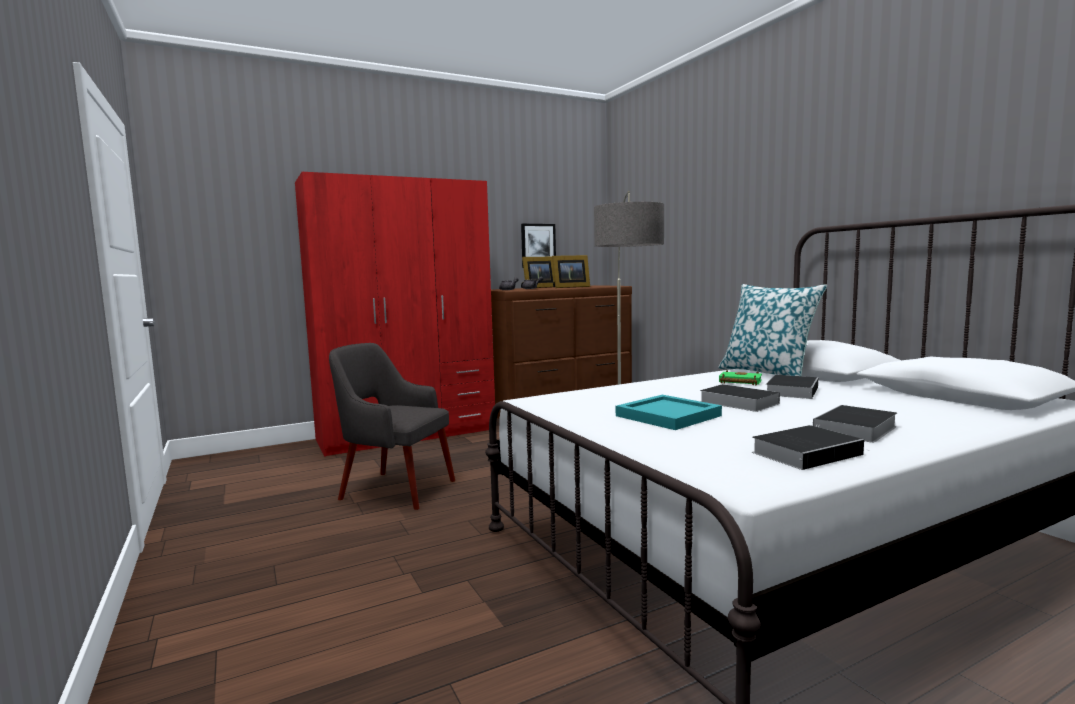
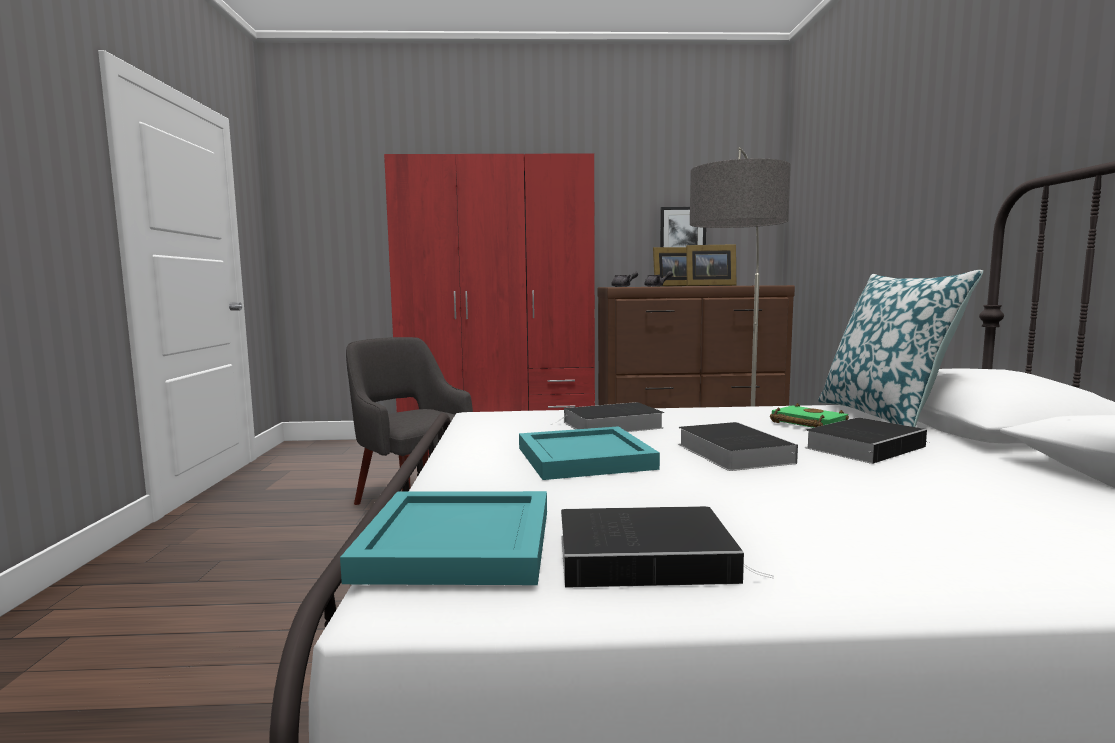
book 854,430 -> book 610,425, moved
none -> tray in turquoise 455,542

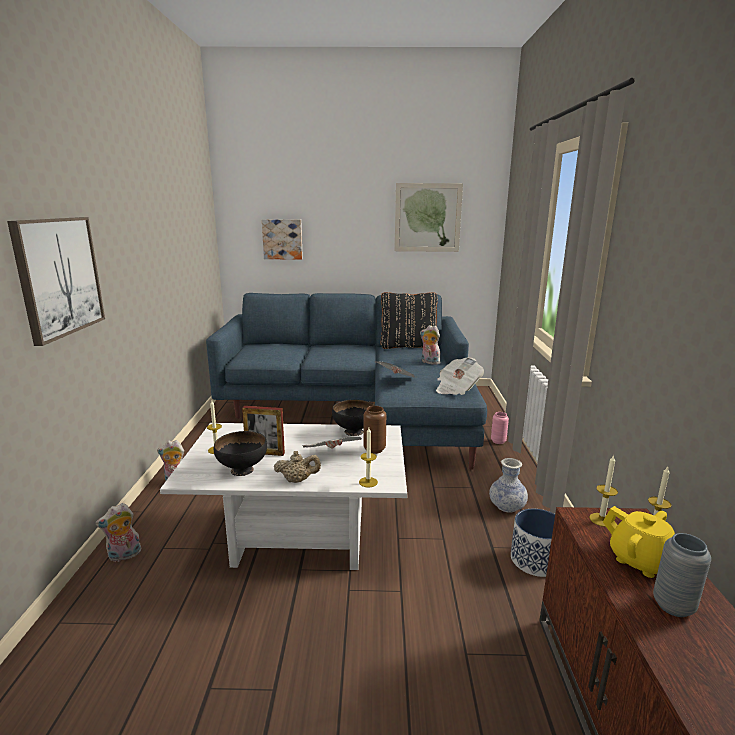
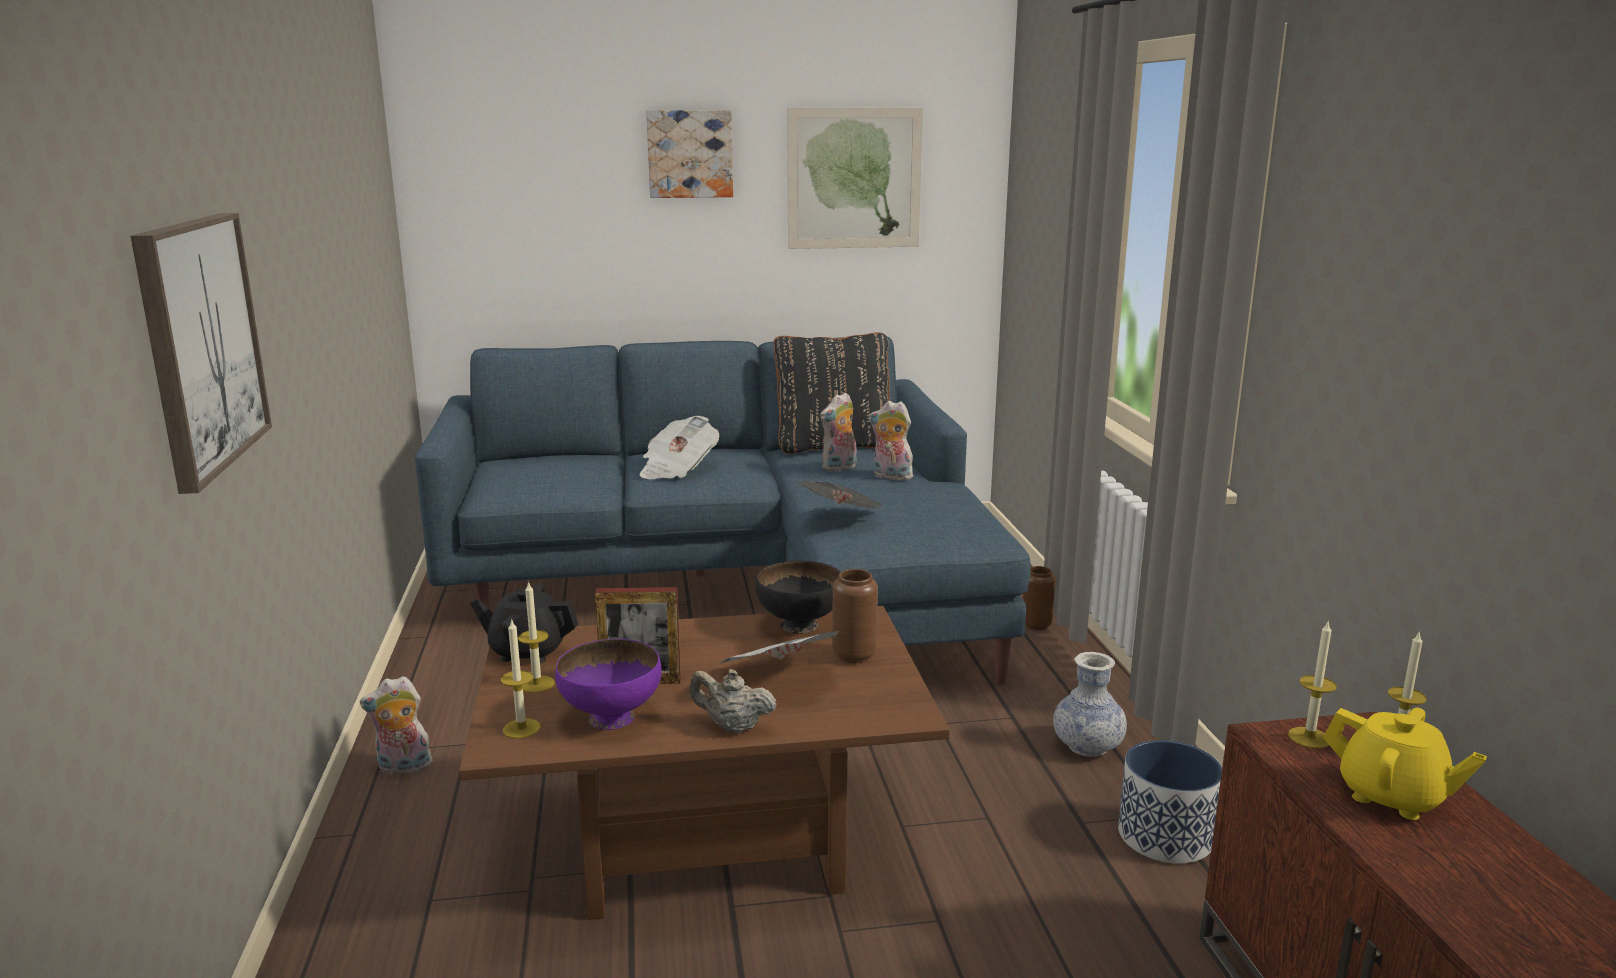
picture 282,239 -> picture 690,154, moved
newspaper 457,388 -> newspaper 677,470, moved
vase in pink 498,441 -> vase in brown 1036,625
coffee table in white 299,537 -> coffee table in brown 707,846
candle 368,482 -> candle 521,728, moved
bowl in black 243,470 -> bowl in purple 612,717
teapot in beige 298,480 -> teapot in beige 732,726, 150 degrees counterclockwise
plush toy 124,556 -> plush toy 839,468, moved
vase in grey 673,606 -> none
none -> teapot in black 528,652

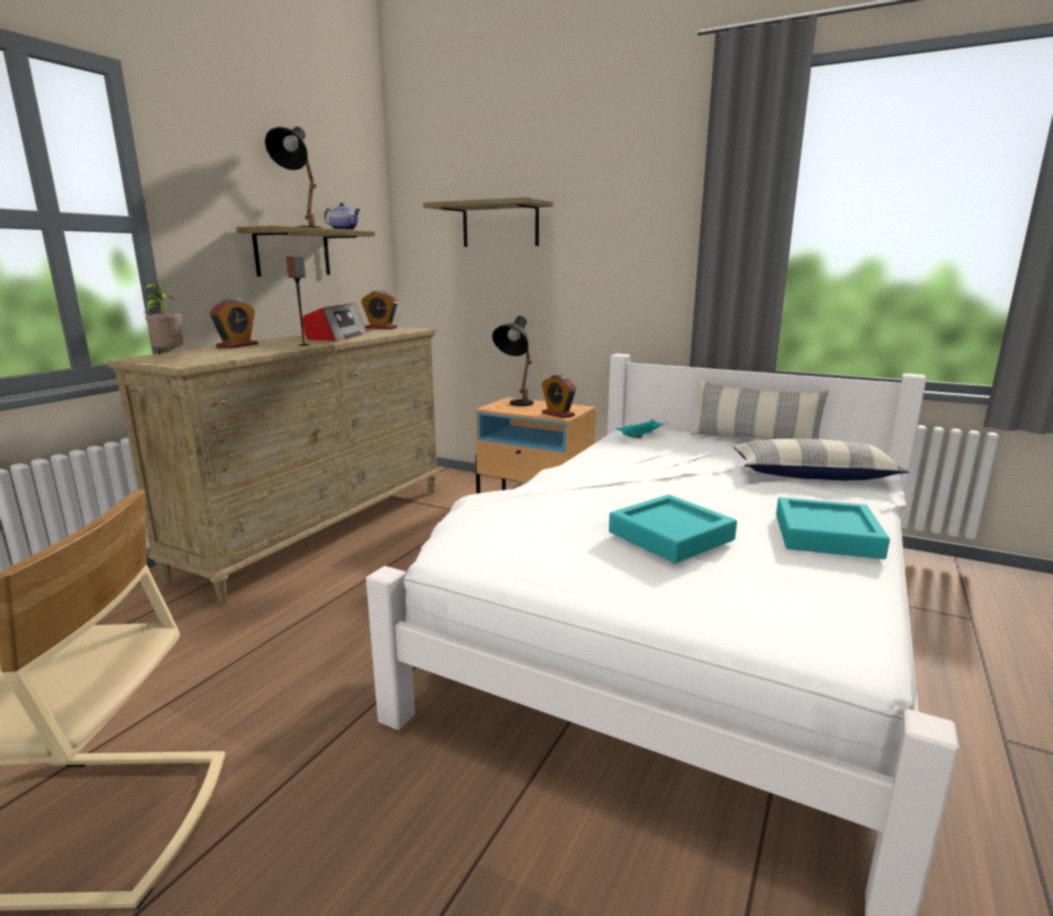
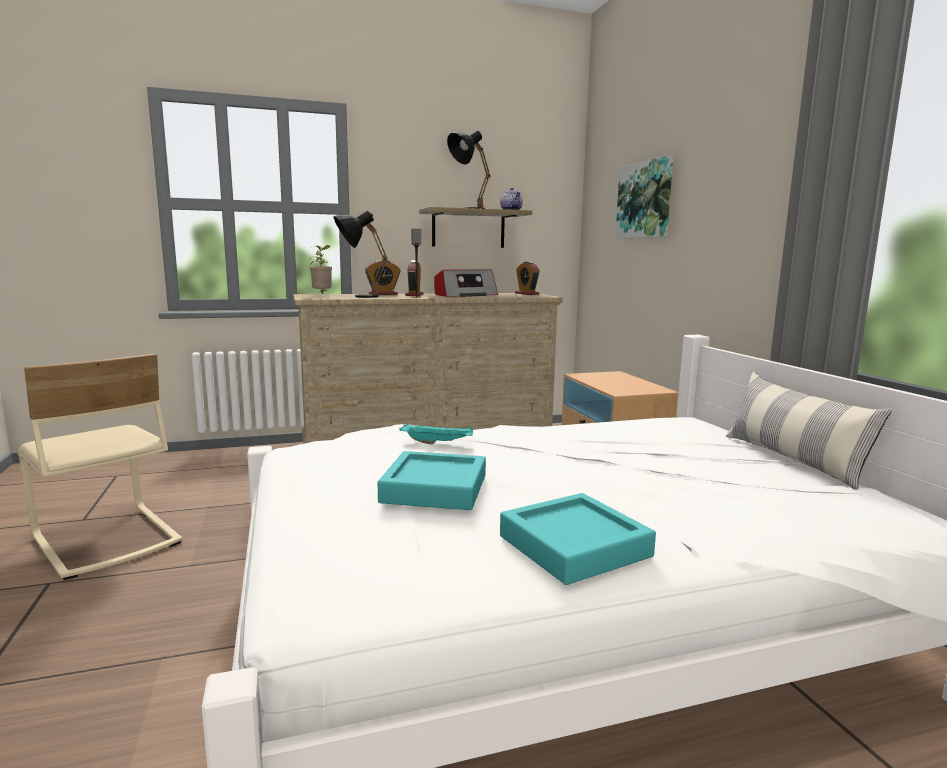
shelf 500,225 -> picture 645,200
table lamp in black 516,405 -> table lamp in black 357,296, moved
alarm clock 558,414 -> alarm clock 414,295, moved
tray in turquoise 640,436 -> tray in turquoise 438,443, moved
pillow 812,475 -> none

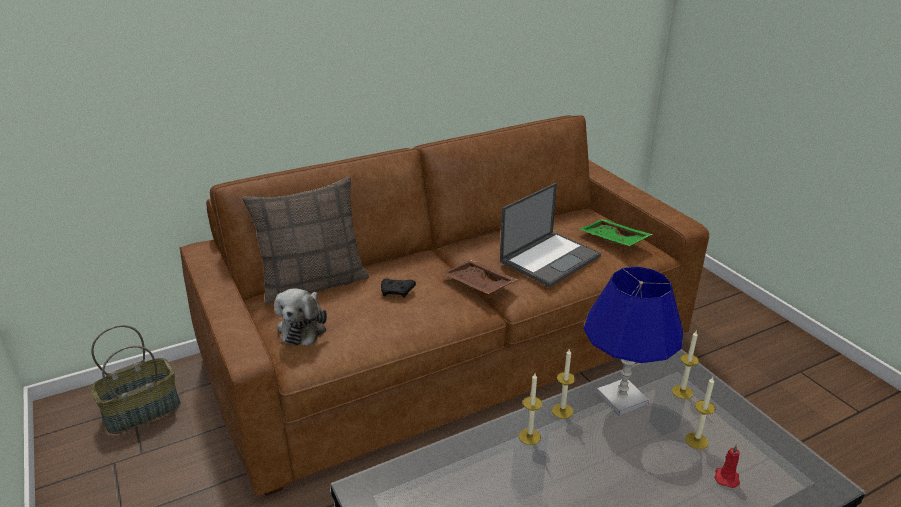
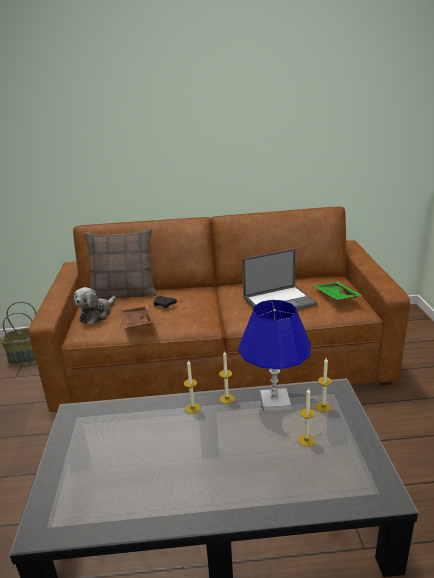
tray in brown 477,285 -> tray in brown 136,323, moved
candle in red 726,477 -> none

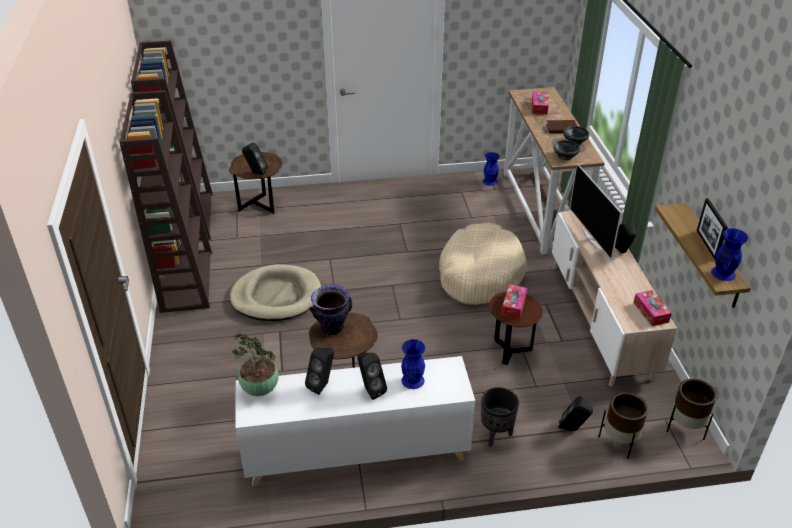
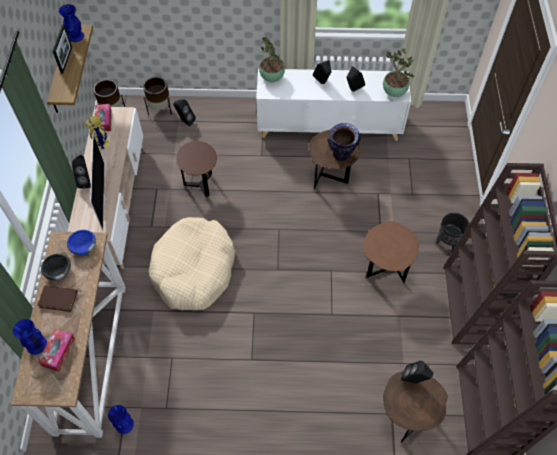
bowl in black 565,156 -> bowl in blue 84,247
dog bed in beige 276,296 -> side table in brown 384,271
tissue box 513,305 -> none
vase in blue 413,380 -> vase in blue 36,345, moved
planter in black 495,435 -> planter in black 447,243, moved
none -> potted plant 272,78
none -> vase in yellow 100,143

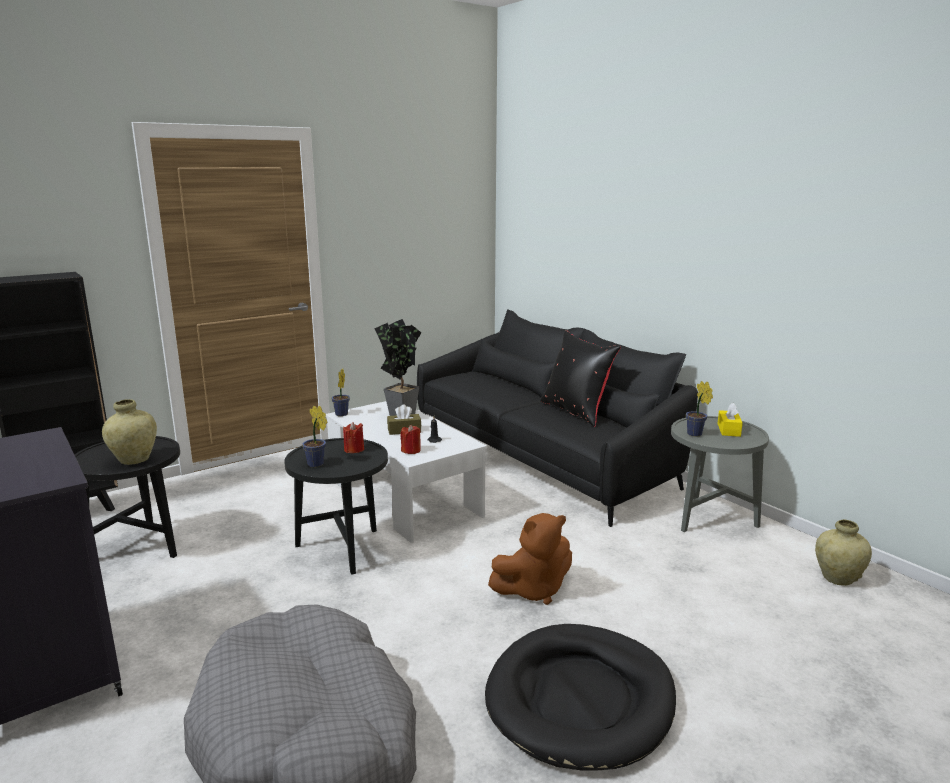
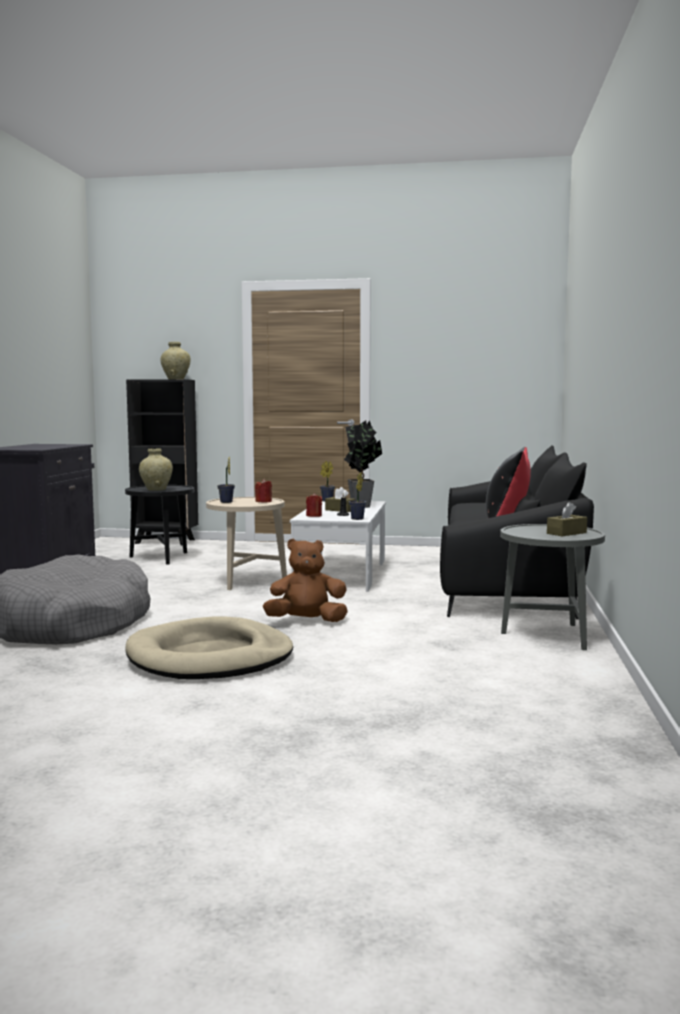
potted plant 696,434 -> potted plant 356,519, moved
tissue box in yellow 728,430 -> tissue box in brown 566,533
side table in black 342,551 -> side table in beige 246,582
plush toy in brown 533,590 -> plush toy in brown 306,621, 150 degrees clockwise
vase in beige 837,578 -> vase in beige 176,379, moved
dog bed in black 580,699 -> dog bed in beige 210,657

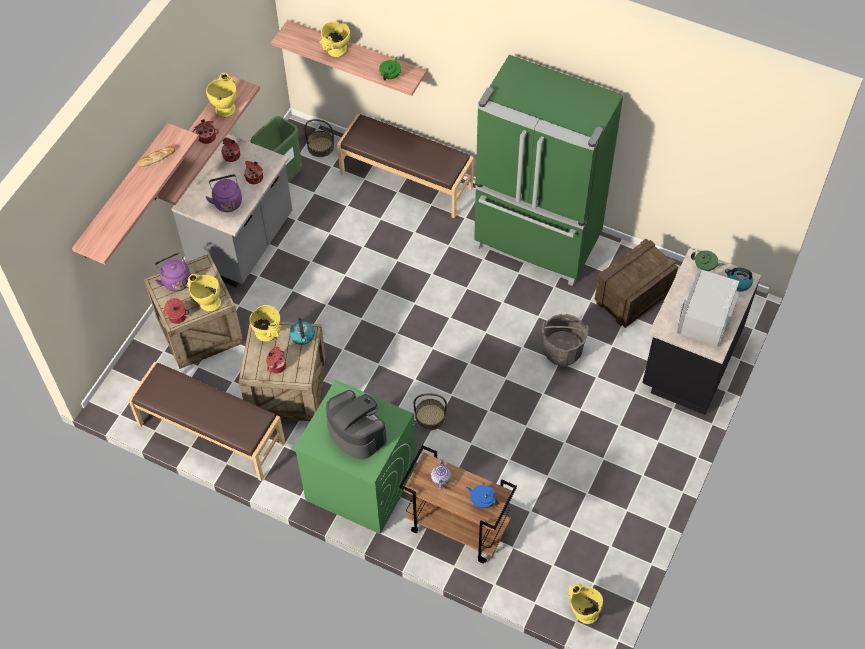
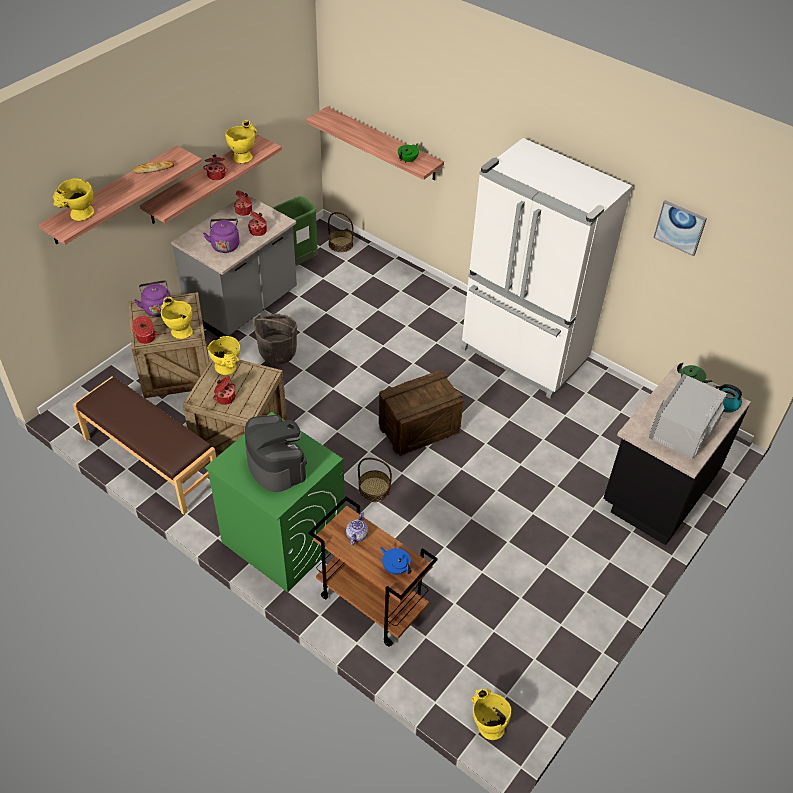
vase in yellow 336,52 -> vase in yellow 79,216, moved
fridge in green 537,243 -> fridge in white 523,355
bench in brown 406,180 -> none
crate 632,297 -> crate 418,429, moved
bucket in grey 562,350 -> bucket in grey 278,352, moved
kettle 302,336 -> none
none -> picture 680,227

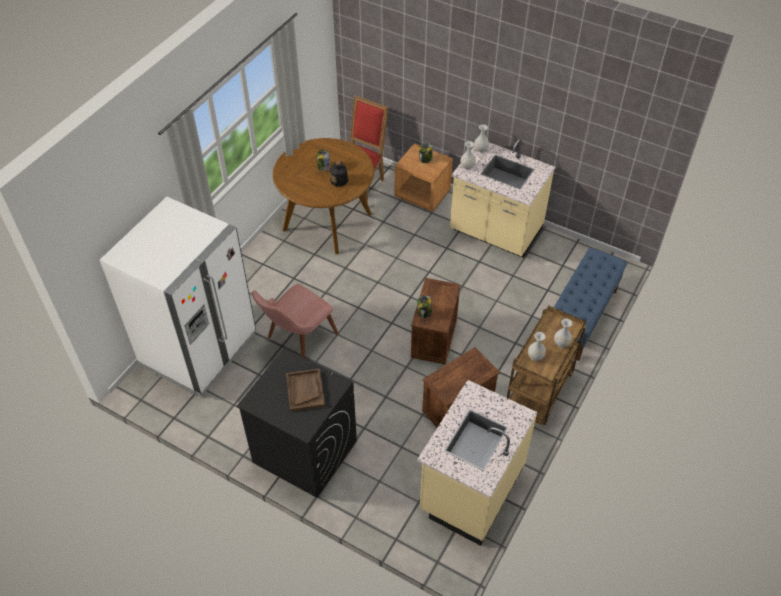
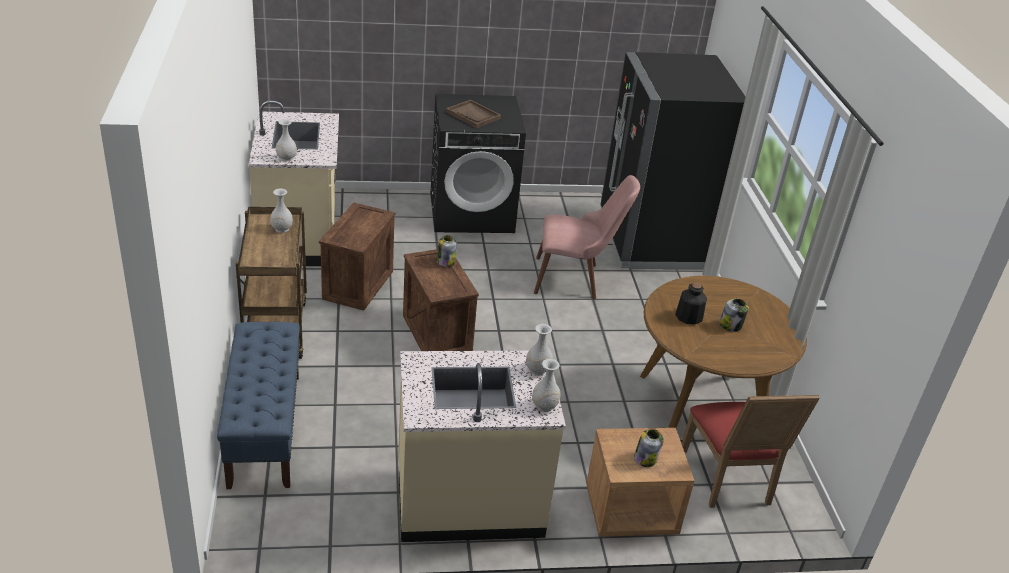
fridge in white 199,350 -> fridge in black 651,241
chair in pink 296,340 -> chair in pink 576,279, 90 degrees clockwise
vase in white 561,343 -> vase in white 286,158, moved

